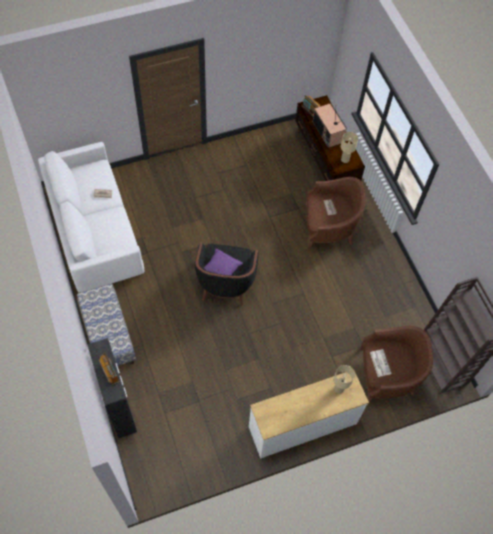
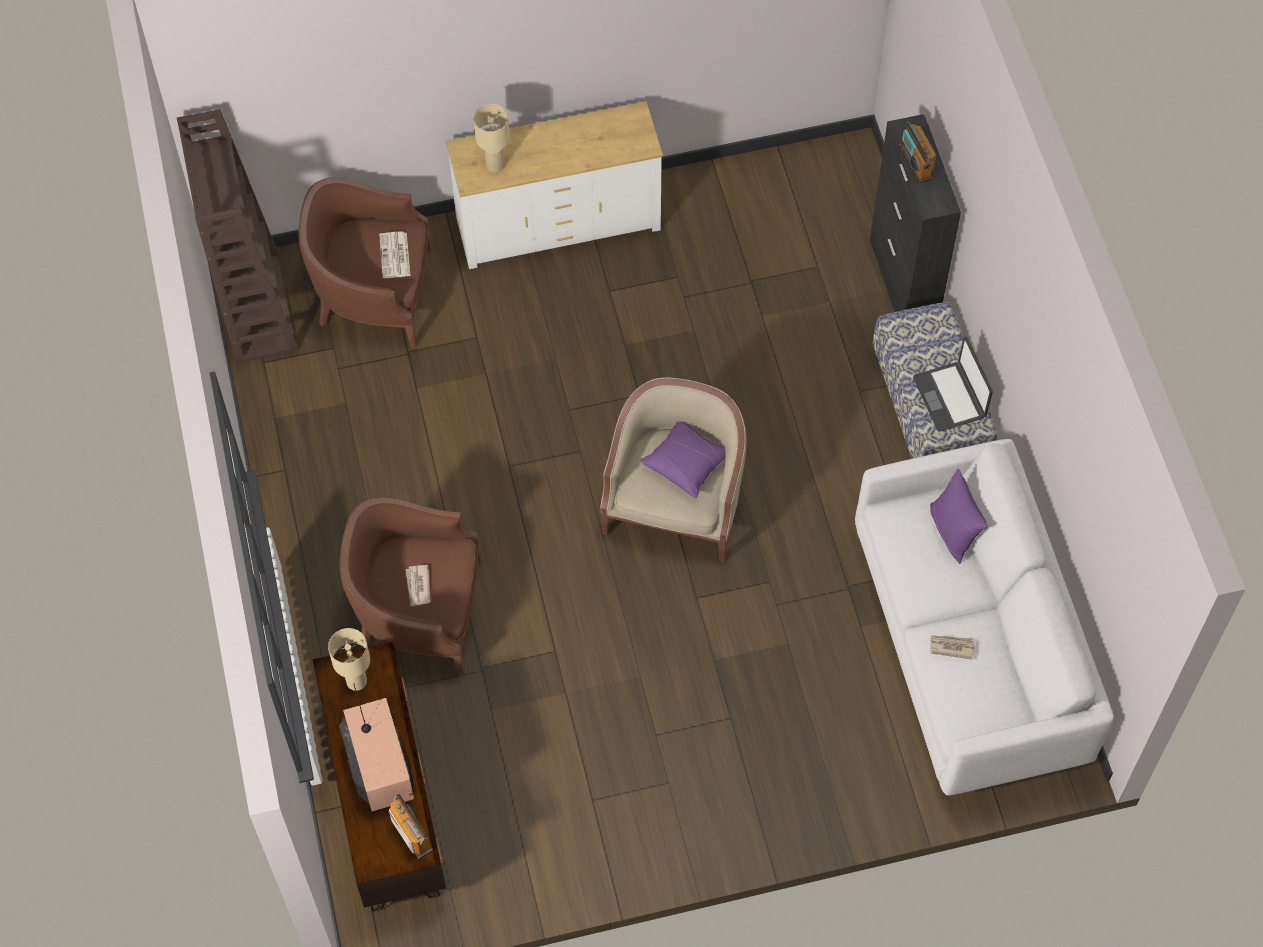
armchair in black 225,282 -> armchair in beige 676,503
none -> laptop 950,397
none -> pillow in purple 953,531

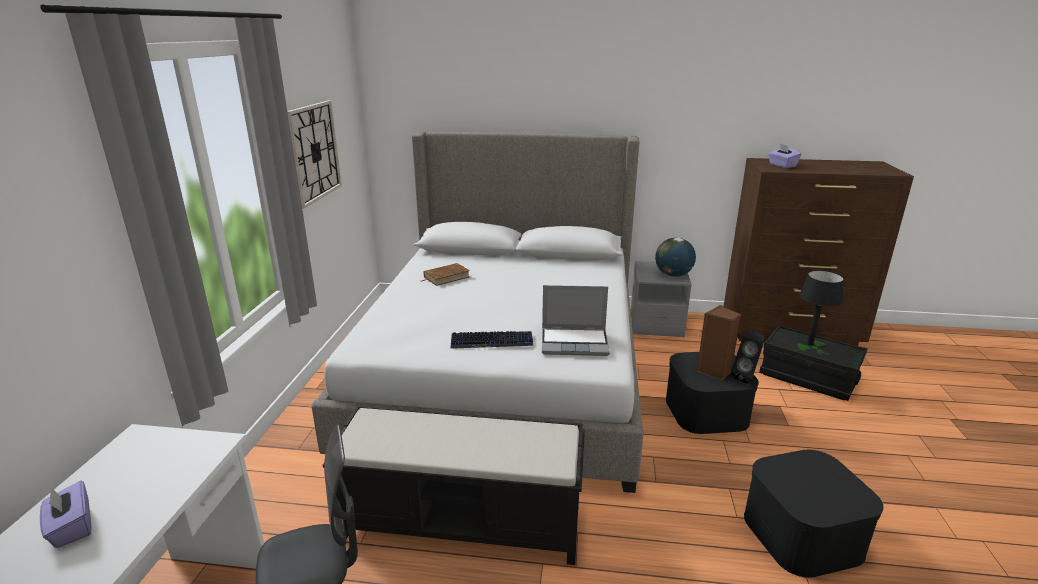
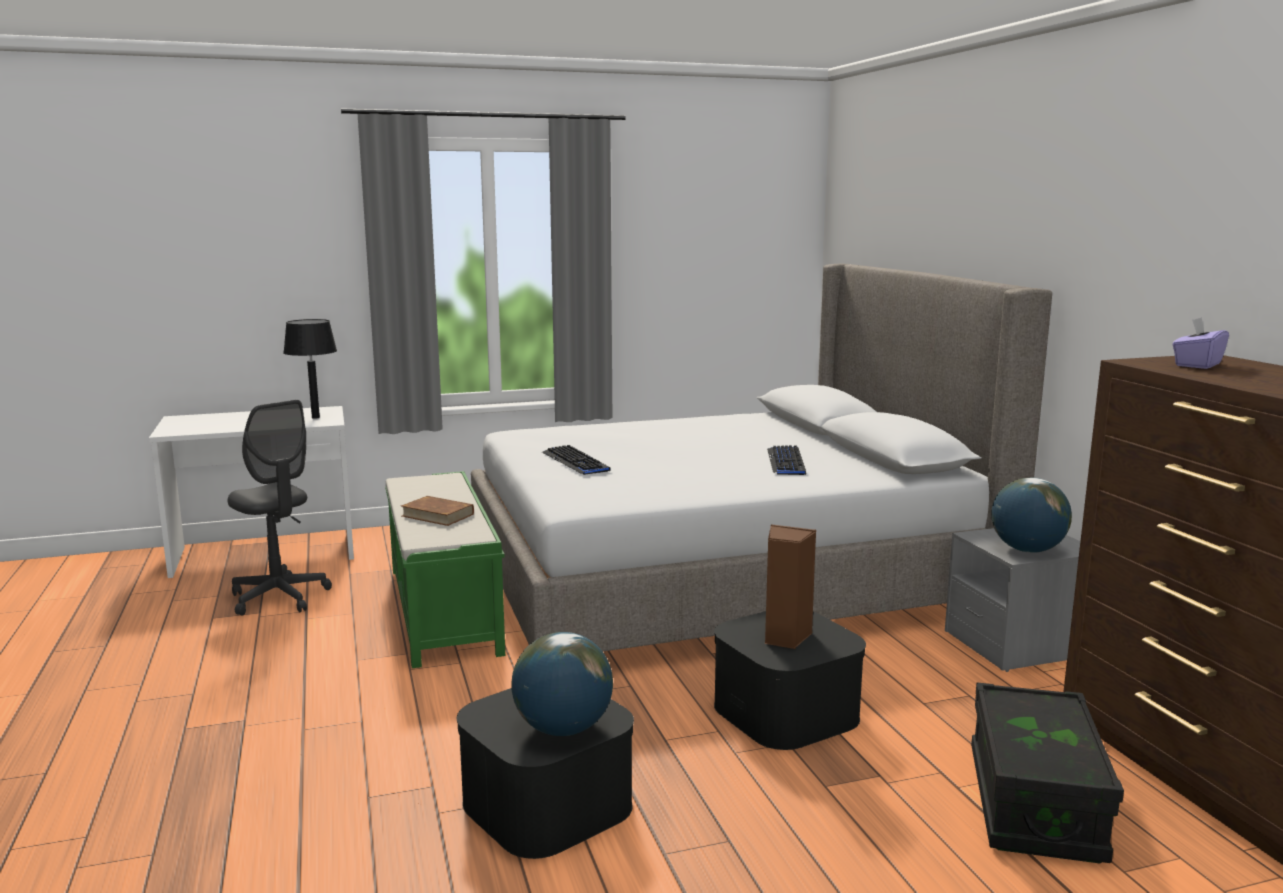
wall clock 314,152 -> none
book in brown 446,277 -> book in brown 437,515, moved
table lamp in black 810,343 -> table lamp in black 316,417, moved
laptop 575,342 -> none
speaker in black 746,377 -> none
bench in black 464,521 -> bench in green 443,610
tissue box in purple 72,528 -> none
none -> keyboard 786,462
none -> globe 564,729

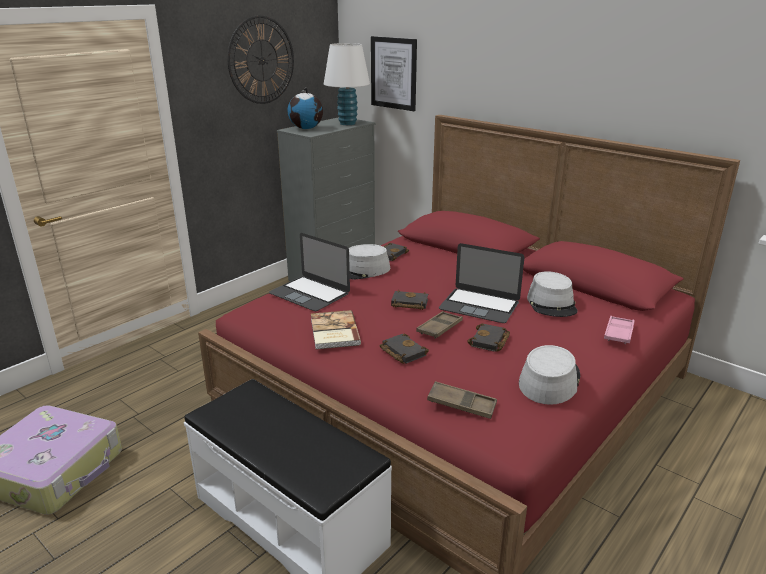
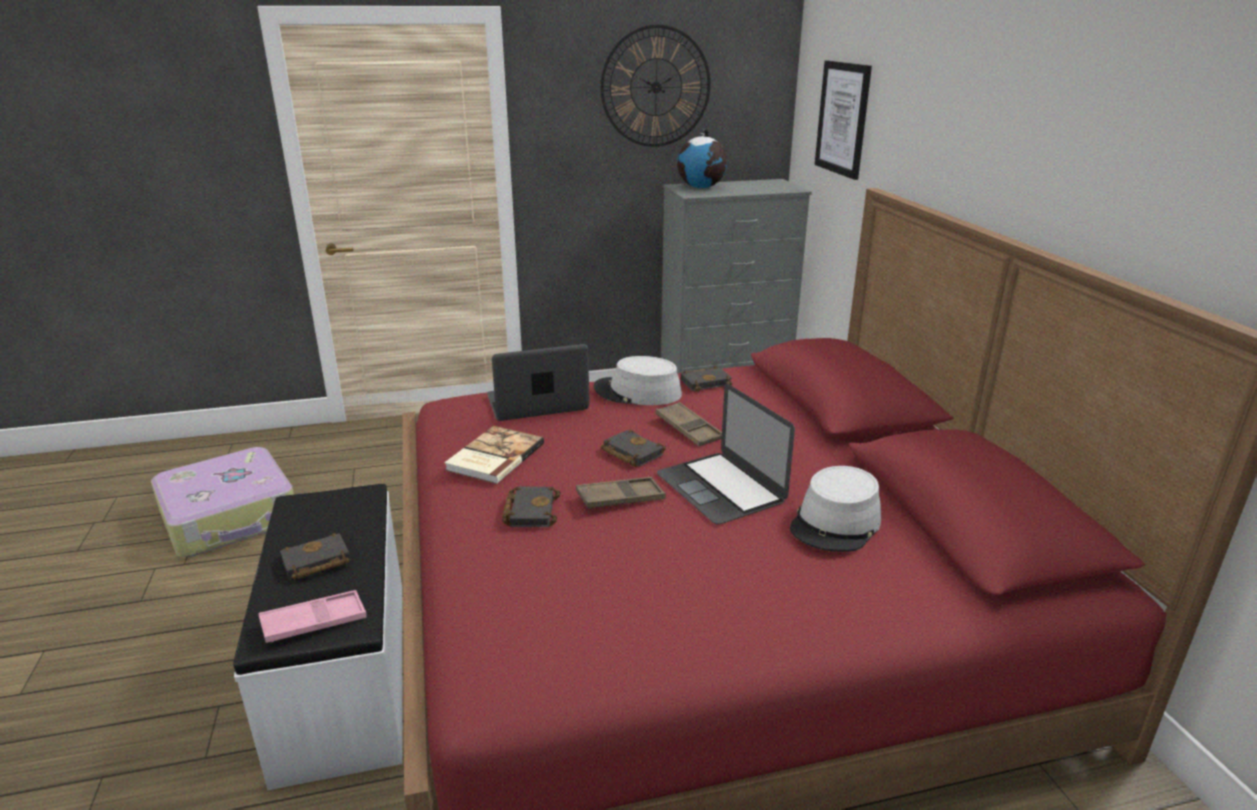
table lamp in white 347,123 -> none
laptop 309,293 -> laptop 537,402, 90 degrees clockwise
tray in pink 618,333 -> tray in pink 314,622, moved
book in black 490,341 -> book in black 315,563, moved
hat in grey 549,380 -> none
tray in brown 461,404 -> tray in brown 688,429, moved

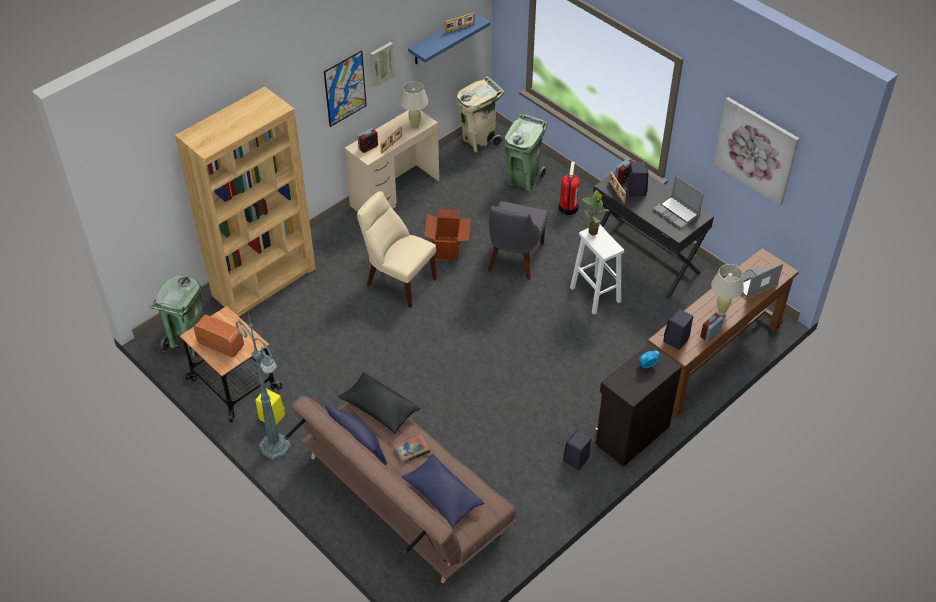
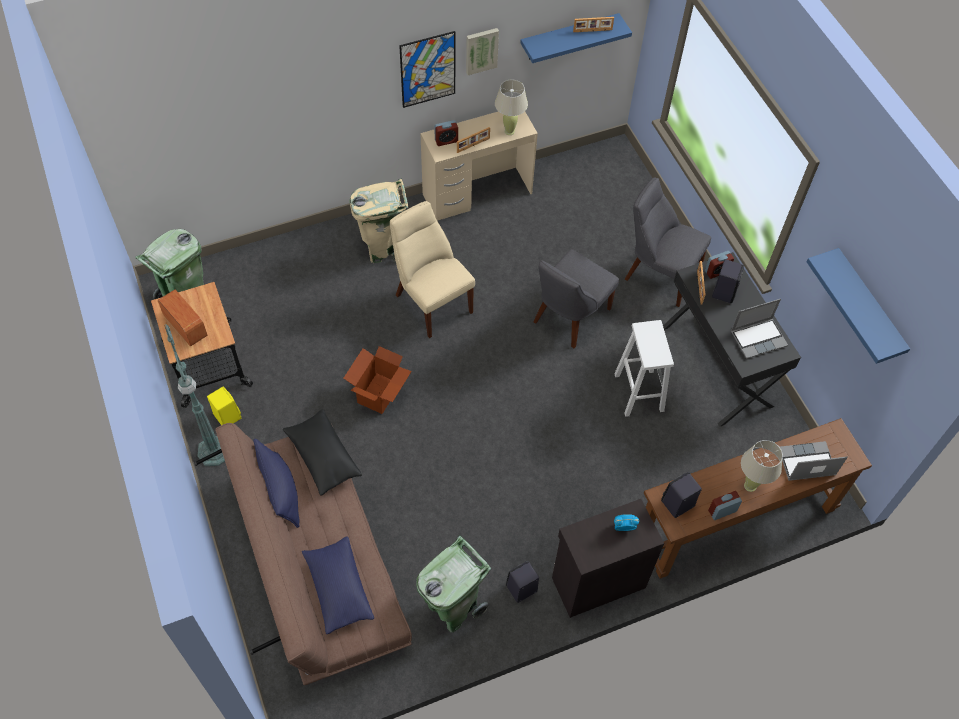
trash can in beige 479,141 -> trash can in beige 383,248, moved
bookcase in brown 264,282 -> none
picture 755,150 -> shelf in blue 868,306
trash can in green 523,180 -> trash can in green 453,607, moved
fire extinguisher 568,207 -> chair in grey 659,273
laptop 677,213 -> laptop 758,338, 90 degrees counterclockwise
potted plant 593,232 -> none
cardboard box 448,248 -> cardboard box 379,393, moved
book 412,450 -> none

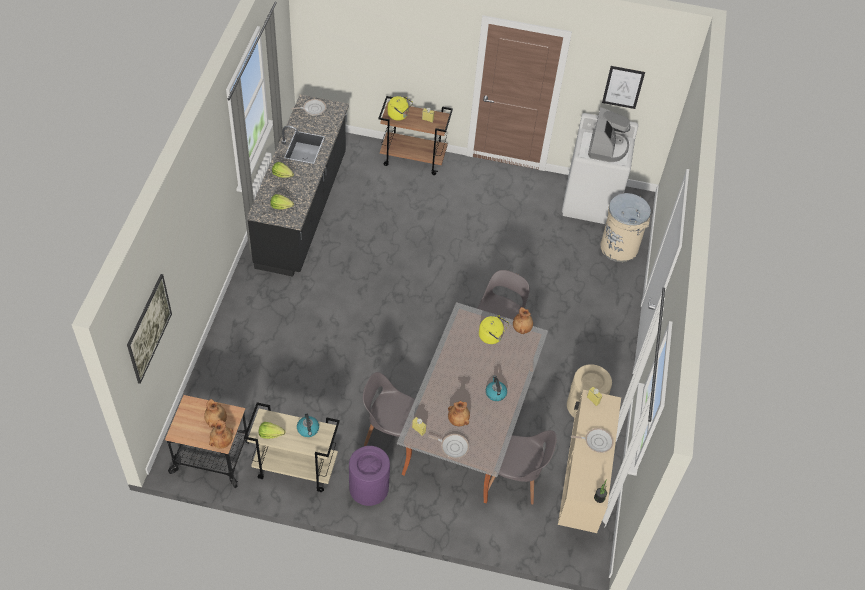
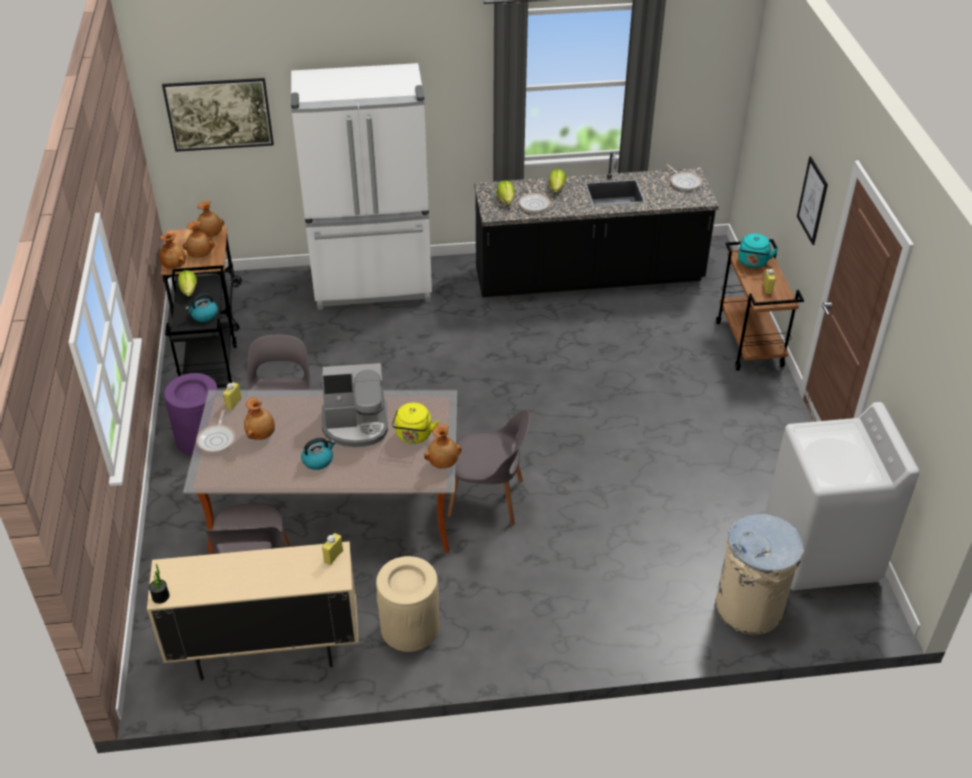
picture 623,87 -> picture 812,200, moved
kettle in yellow 399,115 -> kettle in turquoise 752,263
coffee machine 607,148 -> coffee machine 356,425, moved
cart in beige 294,468 -> cart in black 210,372
frying pan 596,441 -> frying pan 534,204, moved
none -> fridge in white 373,285
none -> vase in brown 211,235

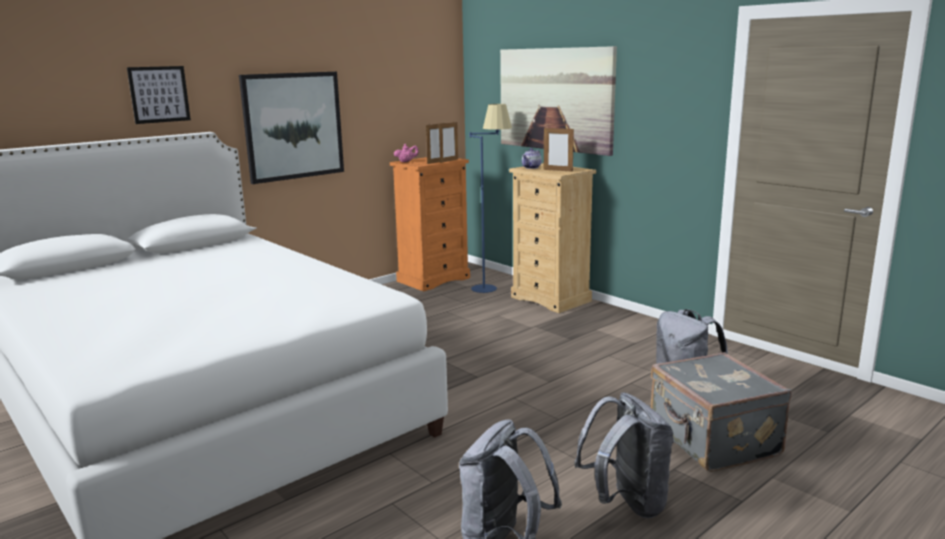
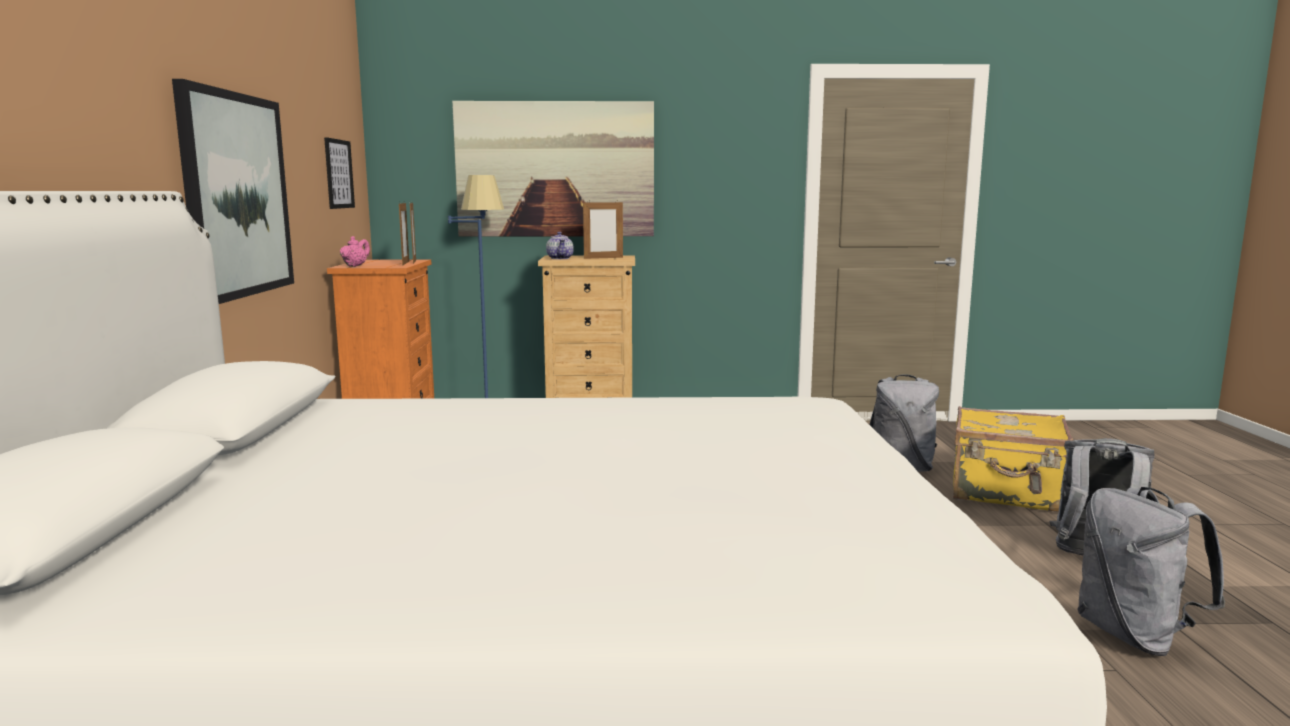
picture 159,94 -> picture 339,174, moved
suitcase in grey 712,441 -> suitcase in yellow 1006,493

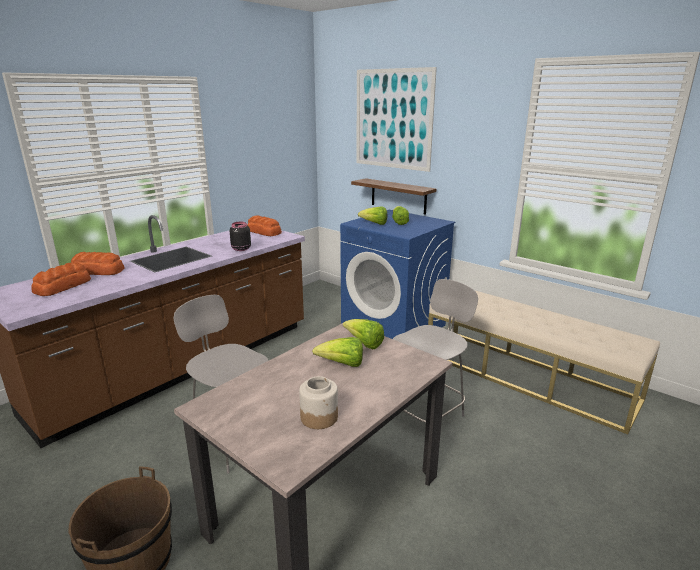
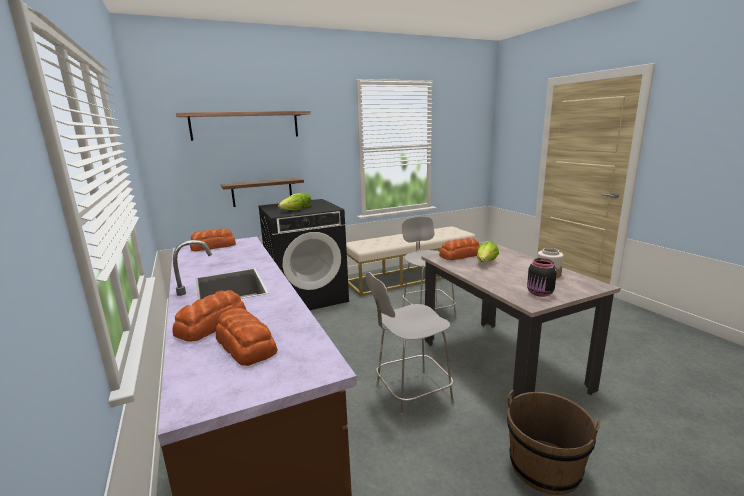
picture 393,119 -> shelf 245,125
washing machine in blue 394,326 -> washing machine in black 307,296
jar in black 240,249 -> jar in black 540,294, moved
lettuce 364,344 -> bread 460,255

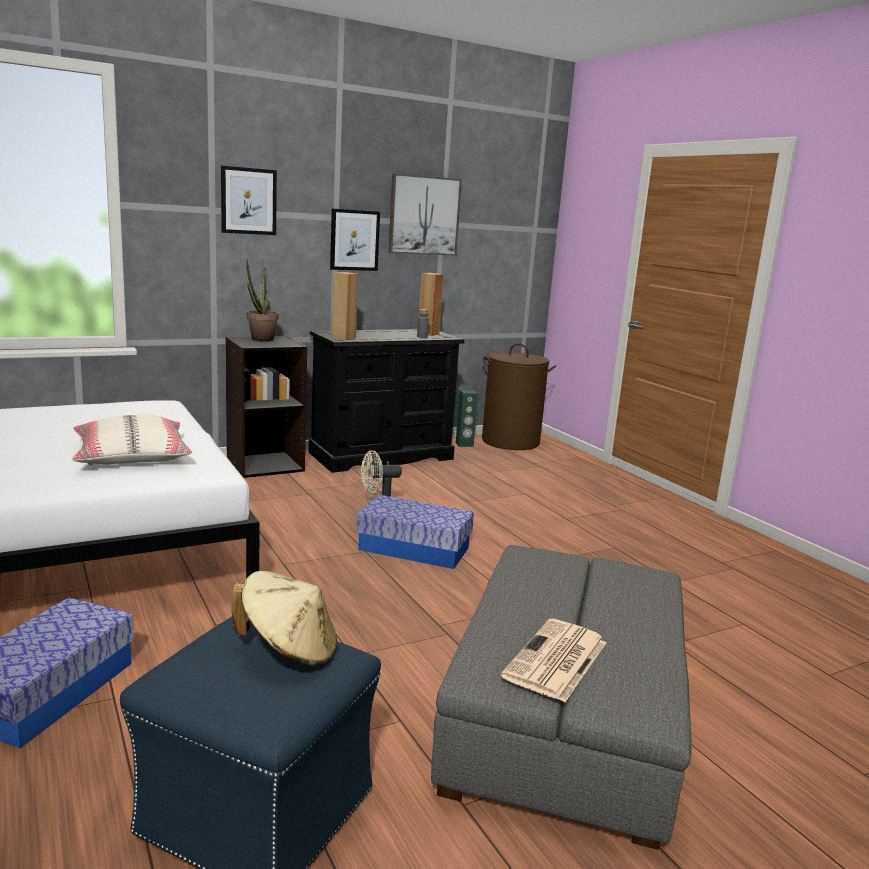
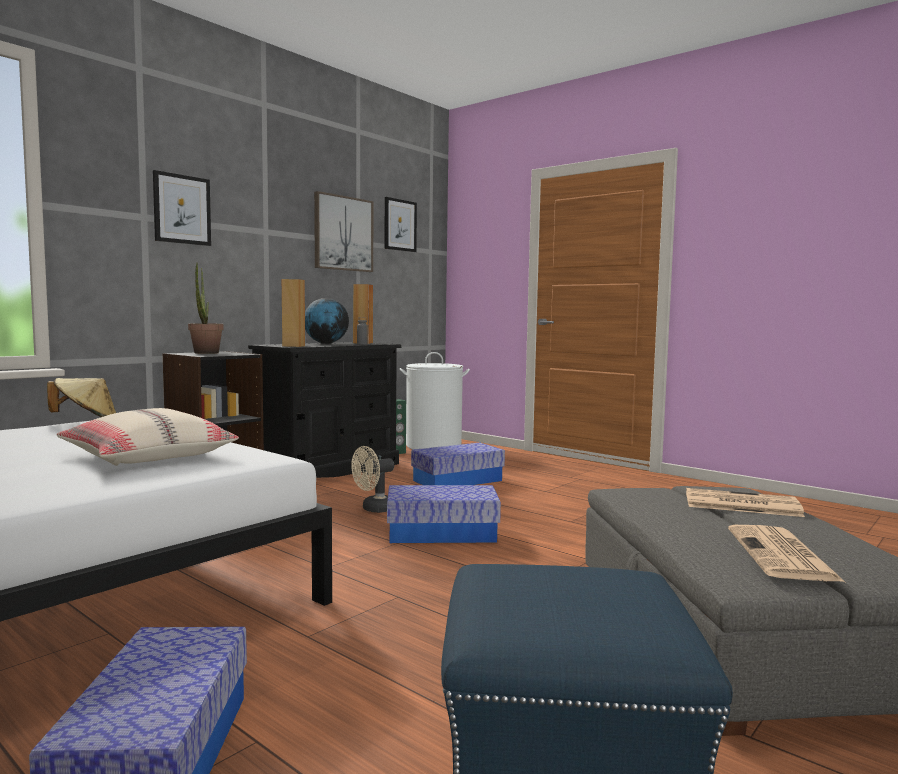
picture 354,240 -> picture 400,225, moved
laundry basket in brown 510,441 -> laundry basket in white 433,446
hat in beige 289,650 -> hat in beige 86,421, moved
none -> globe 326,343
none -> storage box 457,480
none -> newspaper 740,504

